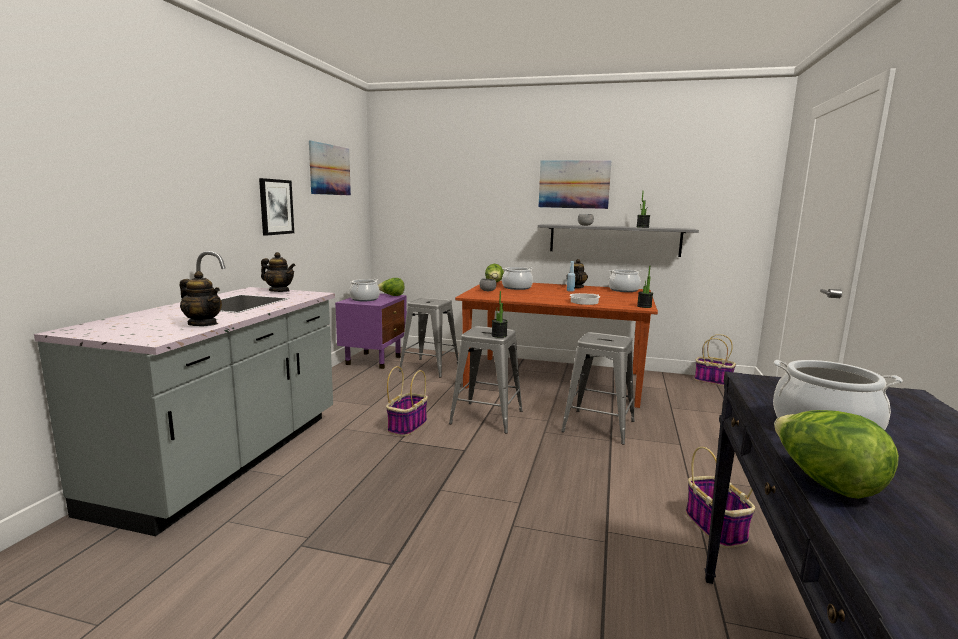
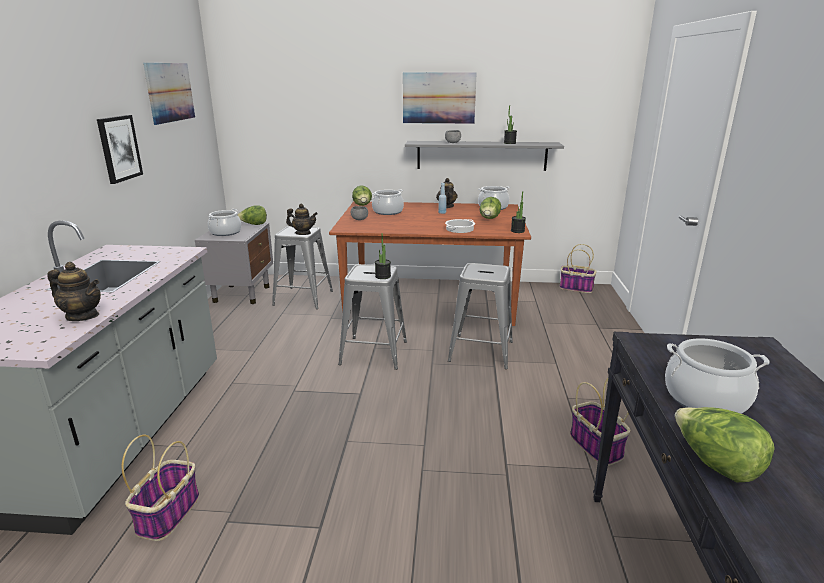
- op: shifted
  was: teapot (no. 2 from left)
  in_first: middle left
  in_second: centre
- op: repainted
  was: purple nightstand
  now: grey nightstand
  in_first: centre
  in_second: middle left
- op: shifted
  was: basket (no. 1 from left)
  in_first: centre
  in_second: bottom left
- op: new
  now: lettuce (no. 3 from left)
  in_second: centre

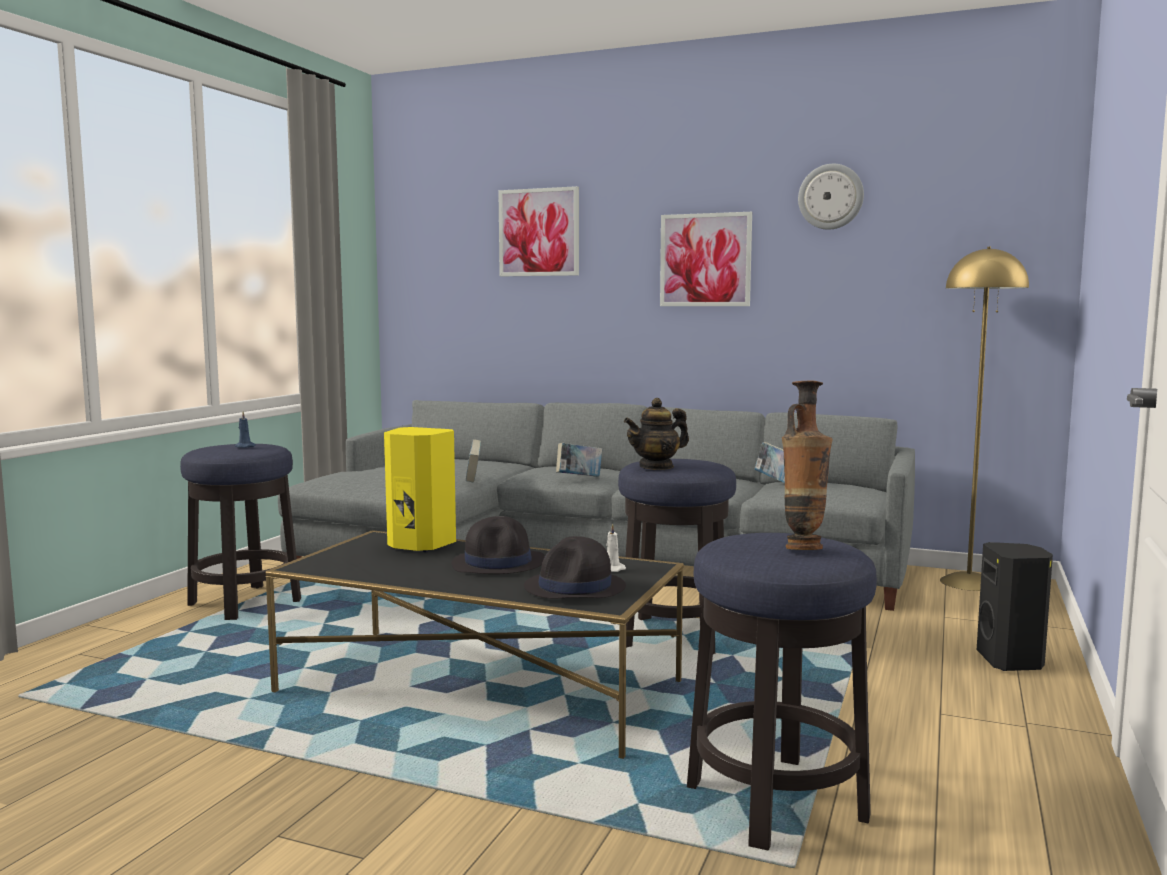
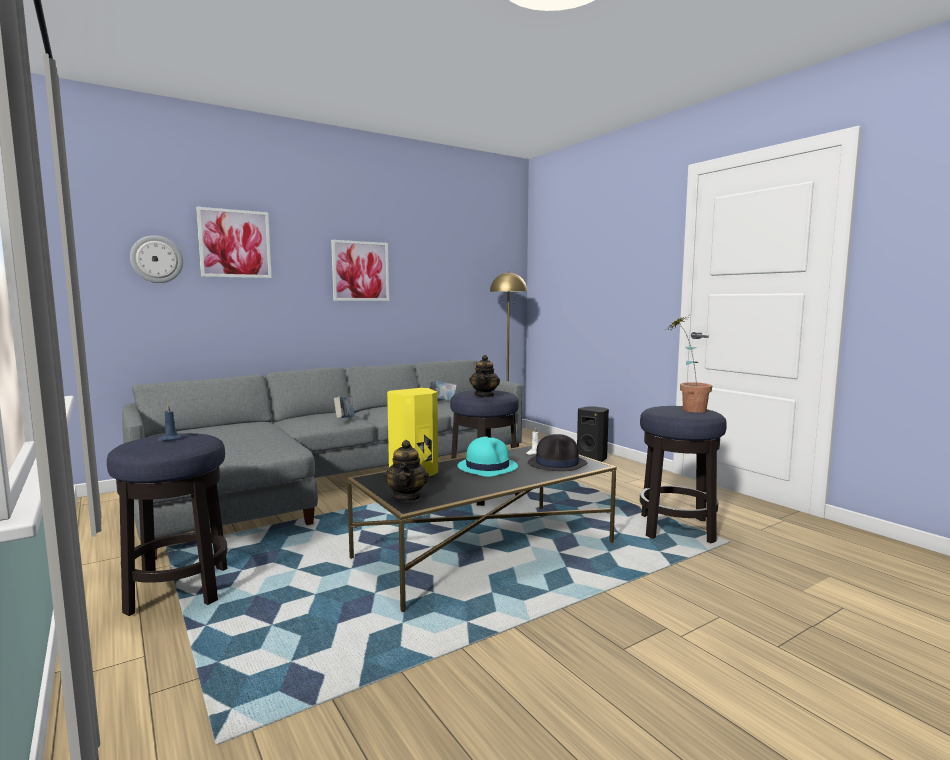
- op: repainted
  was: black hat (no. 1 from left)
  now: turquoise hat
  in_first: centre
  in_second: centre
- op: gone
  was: book (no. 1 from left)
  in_first: centre
- op: swapped
  was: vase
  now: potted plant
  in_first: middle right
  in_second: middle right
- op: shifted
  was: wall clock
  in_first: top right
  in_second: middle left
- op: new
  now: teapot (no. 1 from left)
  in_second: centre

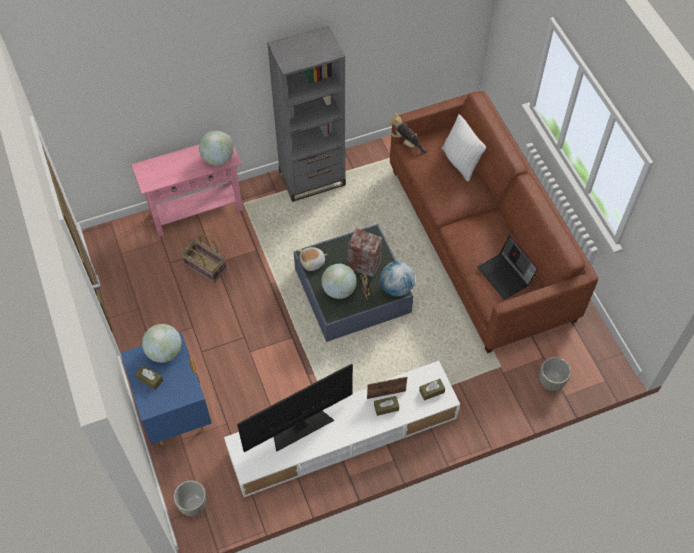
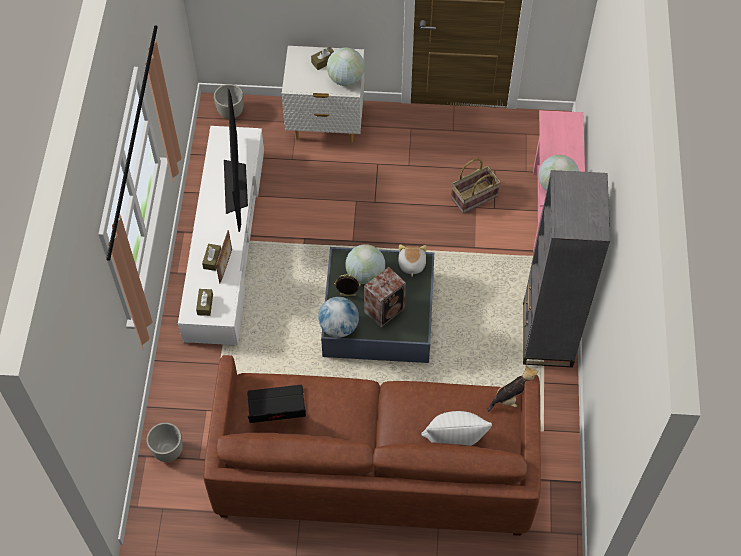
- op: repainted
  was: blue nightstand
  now: white nightstand
  in_first: bottom left
  in_second: top centre

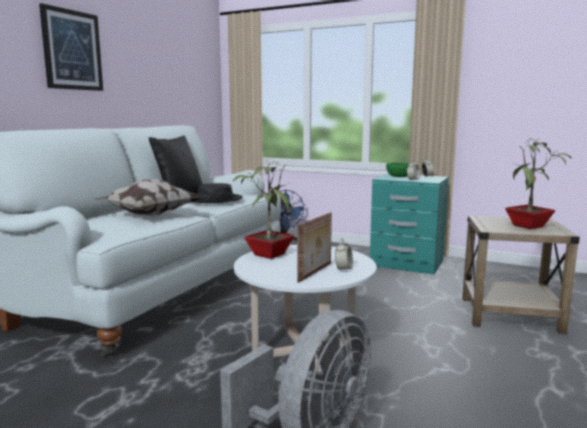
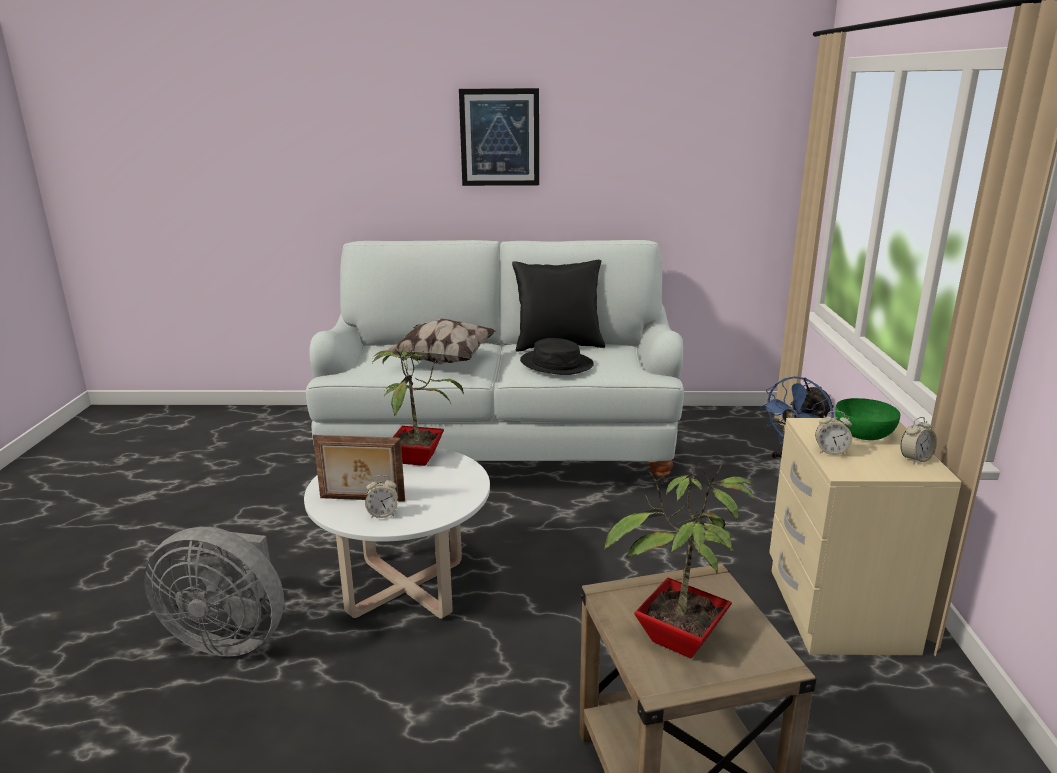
- op: repainted
  was: turquoise nightstand
  now: beige nightstand
  in_first: middle right
  in_second: bottom right

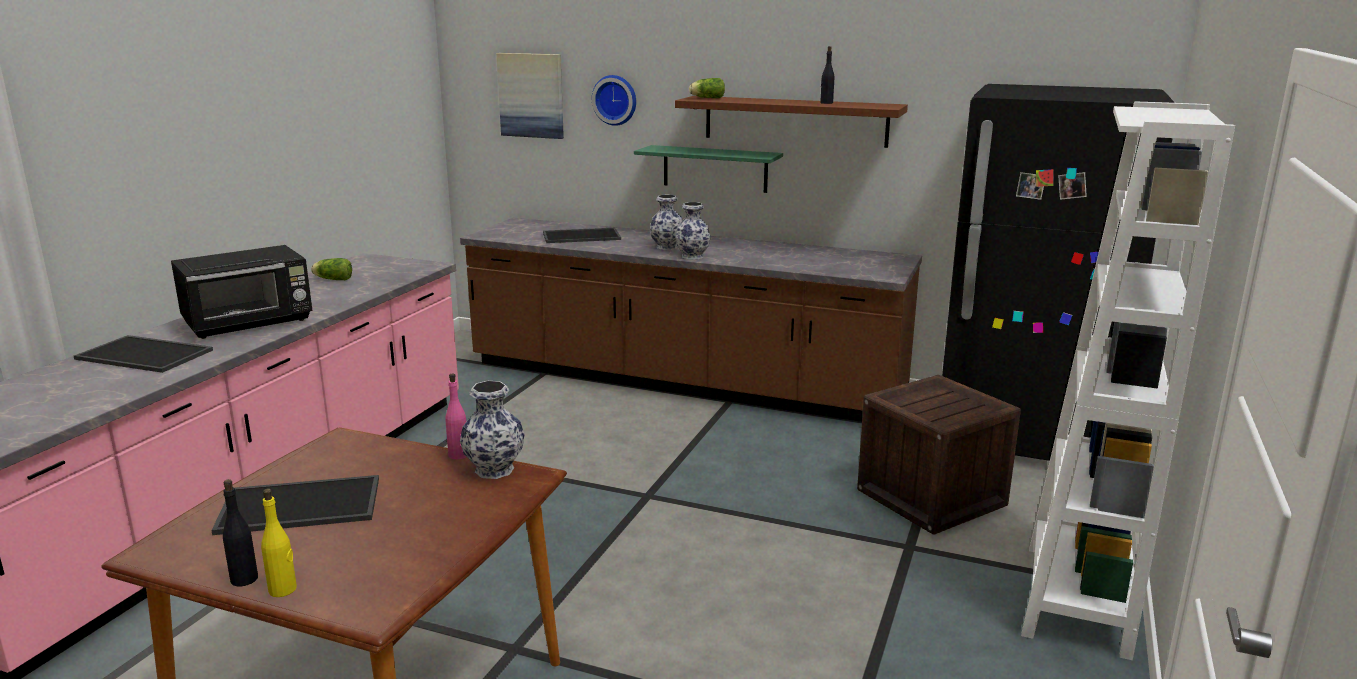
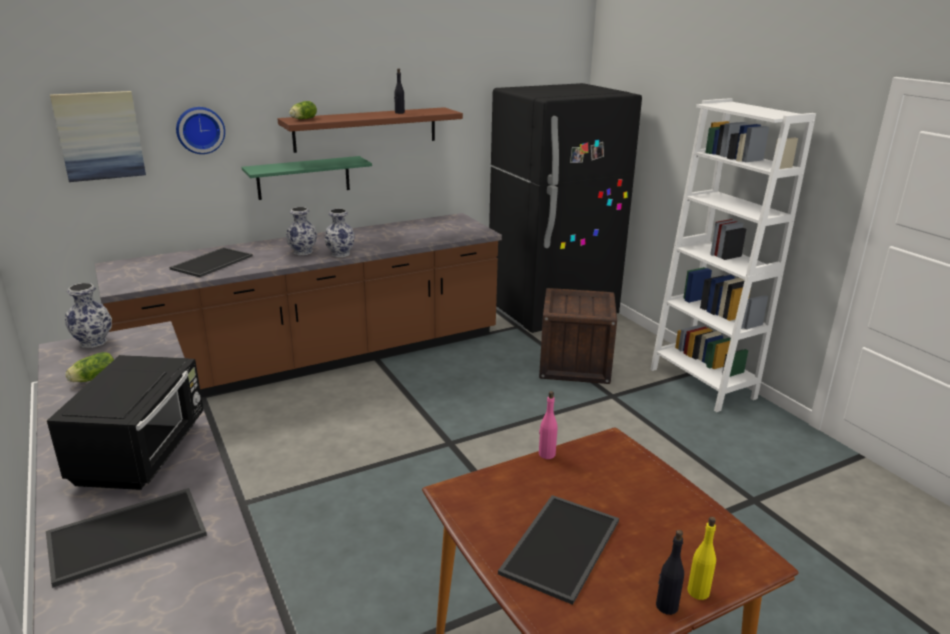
- op: shifted
  was: vase (no. 1 from left)
  in_first: centre
  in_second: middle left

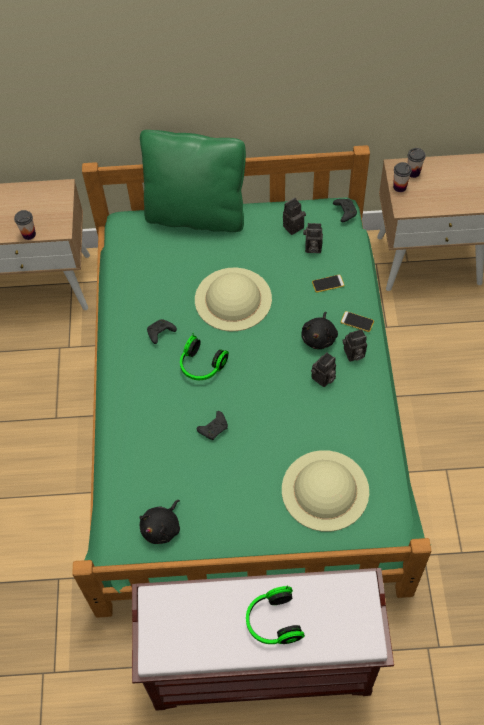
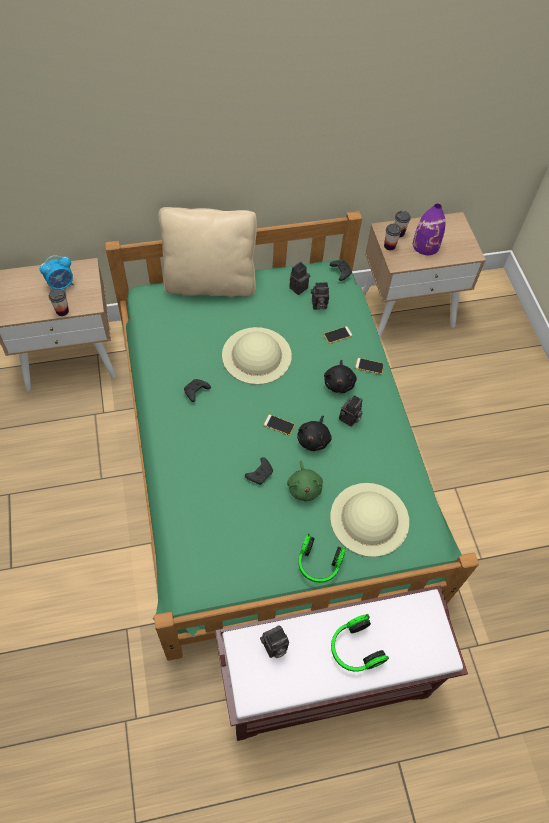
- op: repainted
  was: green pillow
  now: beige pillow
  in_first: top centre
  in_second: top centre
- op: shifted
  was: black plush toy (no. 1 from left)
  in_first: bottom left
  in_second: centre
- op: shifted
  was: headphones (no. 1 from left)
  in_first: centre
  in_second: bottom centre
- op: shifted
  was: photo camera (no. 4 from left in the first image)
  now: photo camera (no. 1 from left)
  in_first: middle right
  in_second: bottom centre
- op: new
  now: alarm clock
  in_second: top left
- op: new
  now: phone (no. 1 from left)
  in_second: centre
- op: new
  now: green plush toy
  in_second: centre
- op: new
  now: purple vase
  in_second: top right

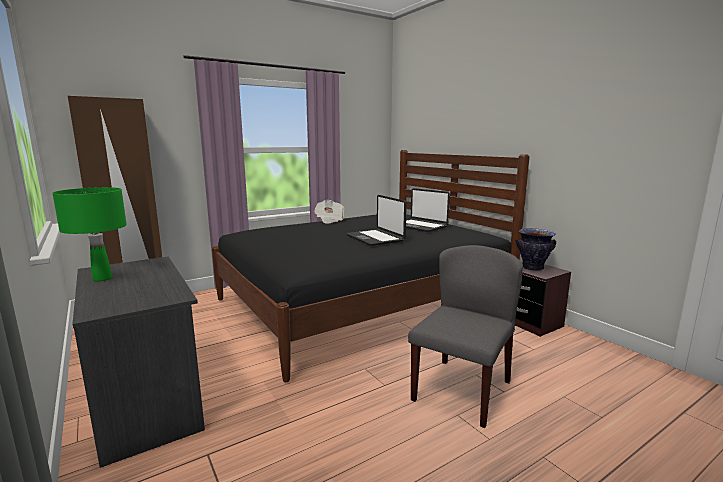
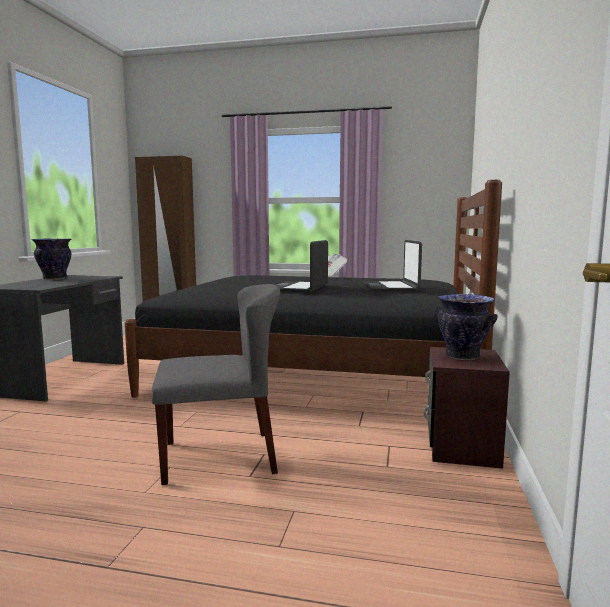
- op: swapped
  was: green table lamp
  now: vase (no. 1 from left)
  in_first: middle left
  in_second: middle left

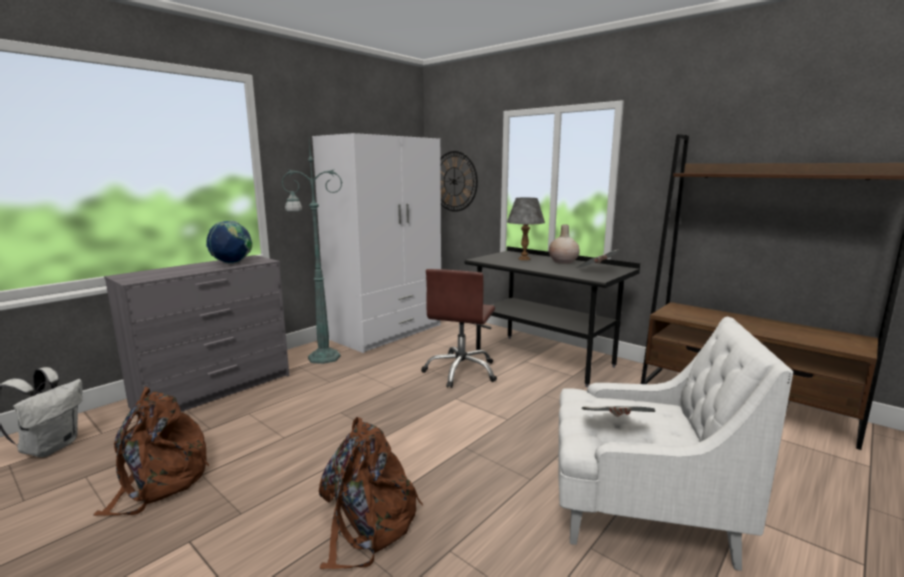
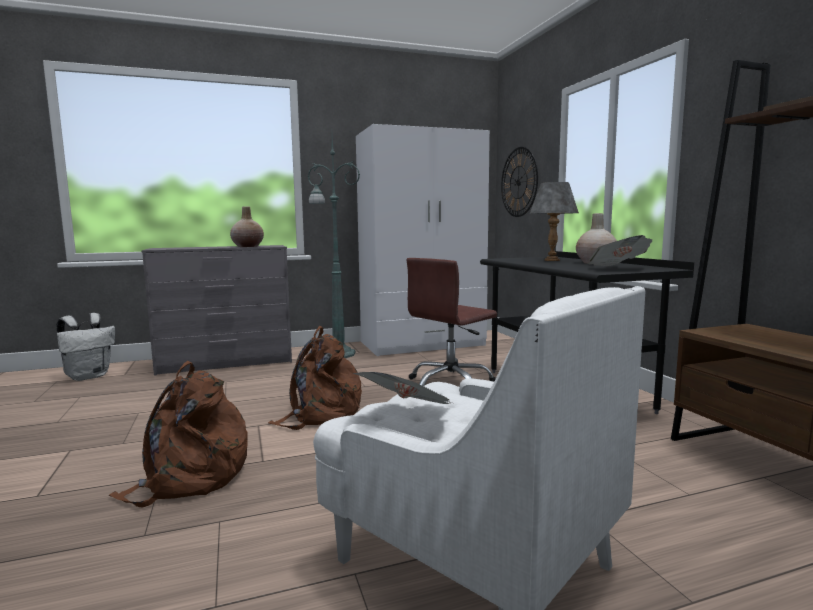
- op: shifted
  was: brown backpack (no. 1 from left in the first image)
  now: brown backpack (no. 2 from left)
  in_first: bottom left
  in_second: centre
- op: swapped
  was: globe
  now: beige vase (no. 1 from left)
  in_first: middle left
  in_second: middle left

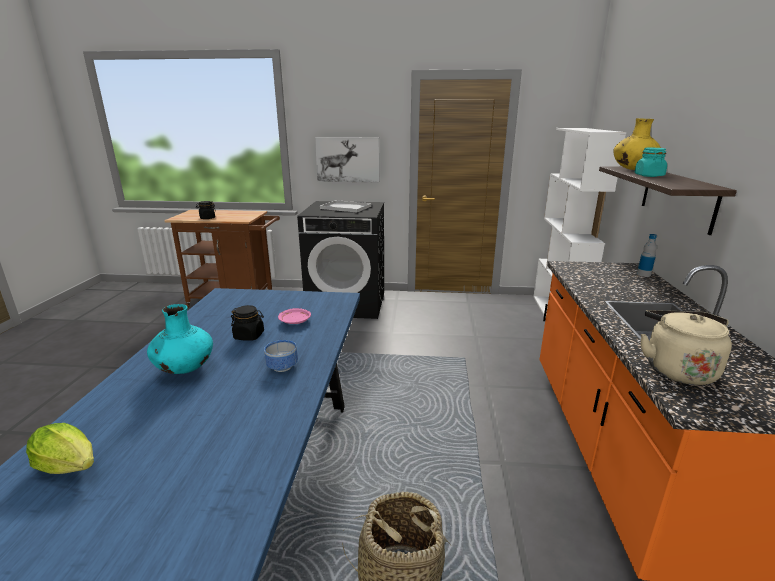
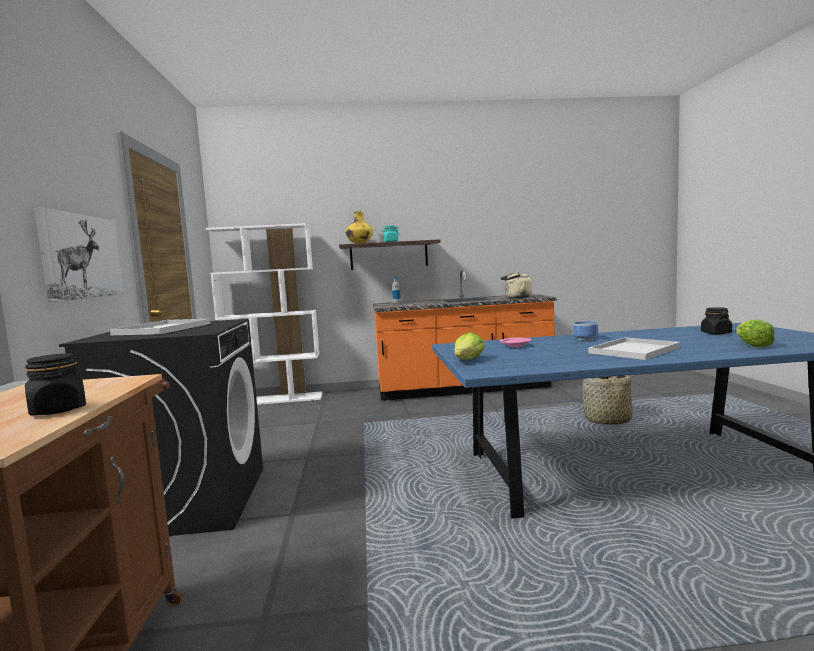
- op: swapped
  was: turquoise vase
  now: white tray (no. 2 from left)
  in_first: middle left
  in_second: middle right
- op: shifted
  was: black jar (no. 2 from left)
  in_first: middle left
  in_second: middle right
- op: new
  now: lettuce (no. 1 from left)
  in_second: centre

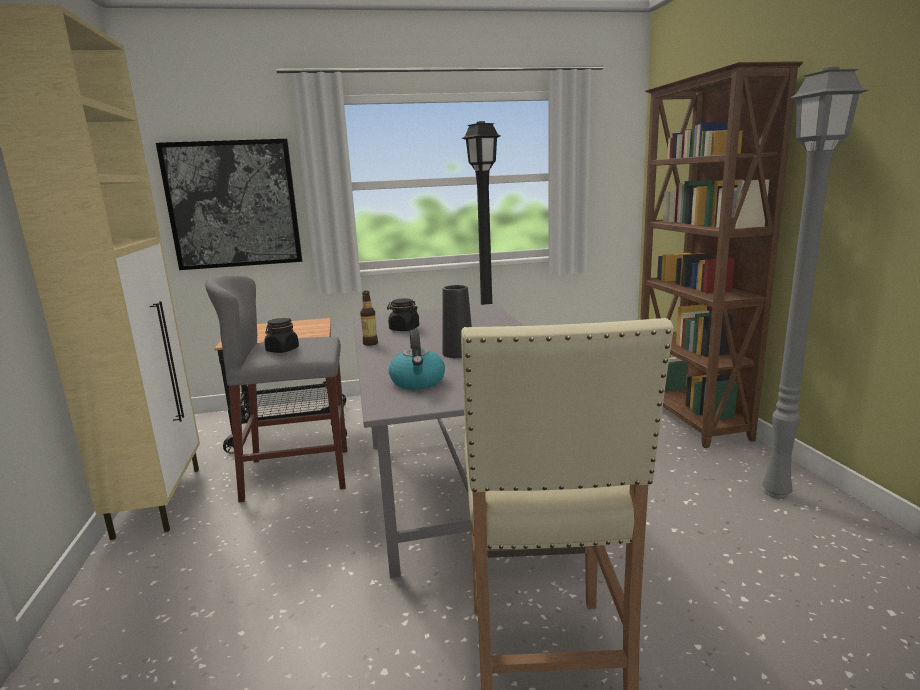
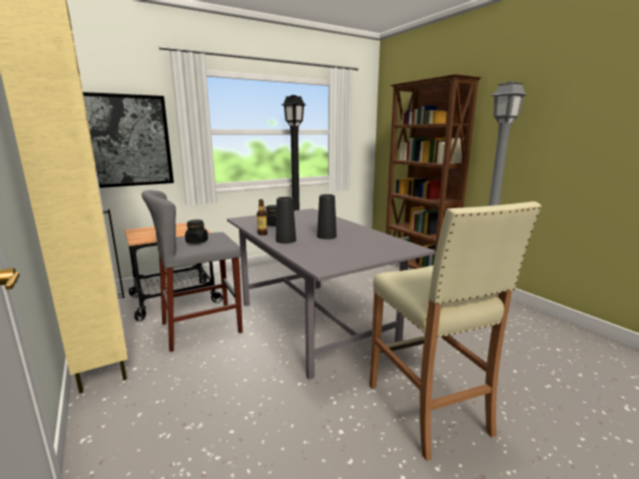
- op: gone
  was: kettle
  in_first: centre
- op: new
  now: black vase (no. 1 from left)
  in_second: centre

